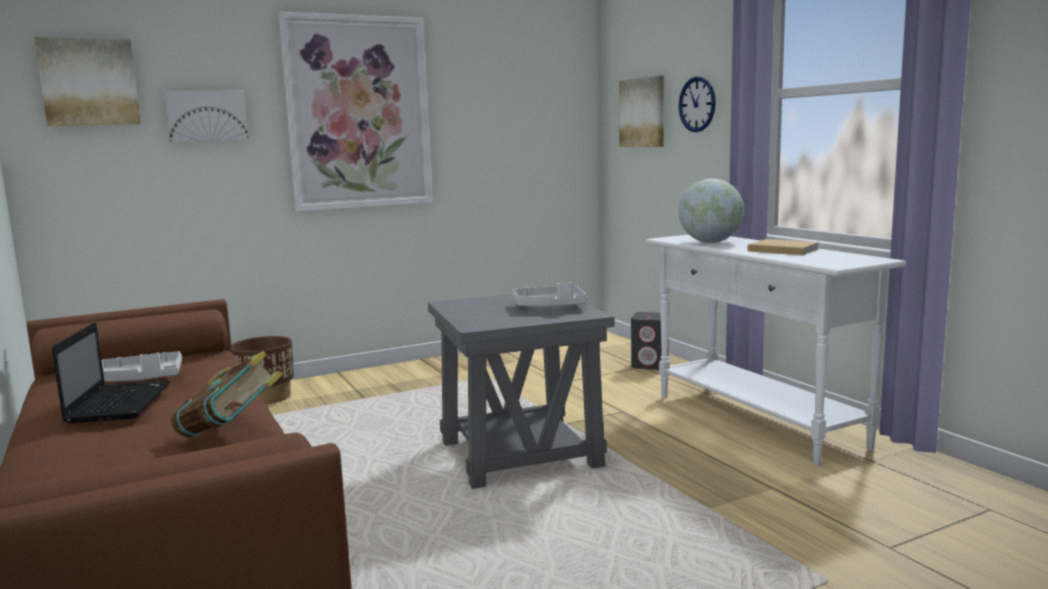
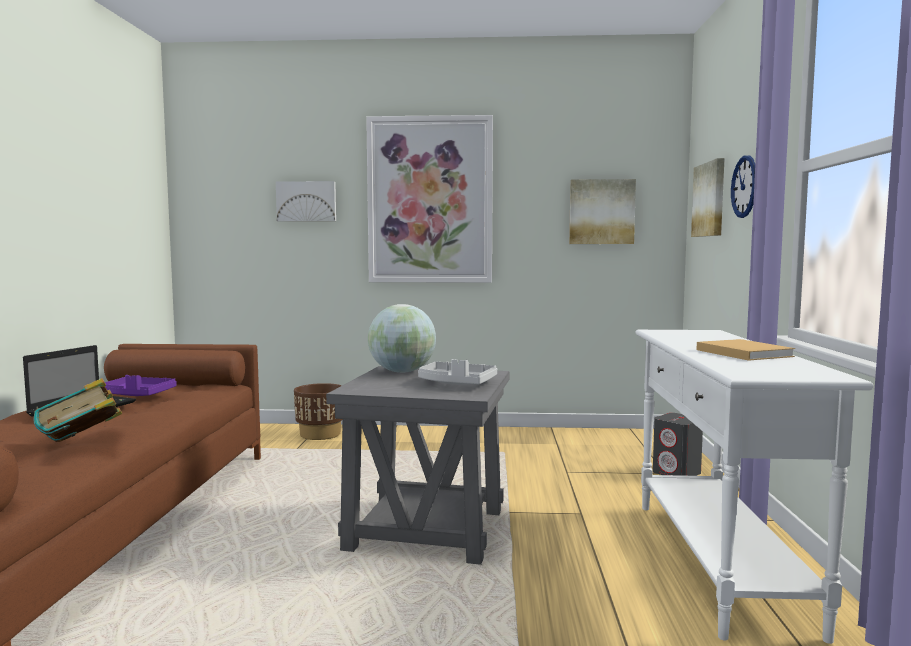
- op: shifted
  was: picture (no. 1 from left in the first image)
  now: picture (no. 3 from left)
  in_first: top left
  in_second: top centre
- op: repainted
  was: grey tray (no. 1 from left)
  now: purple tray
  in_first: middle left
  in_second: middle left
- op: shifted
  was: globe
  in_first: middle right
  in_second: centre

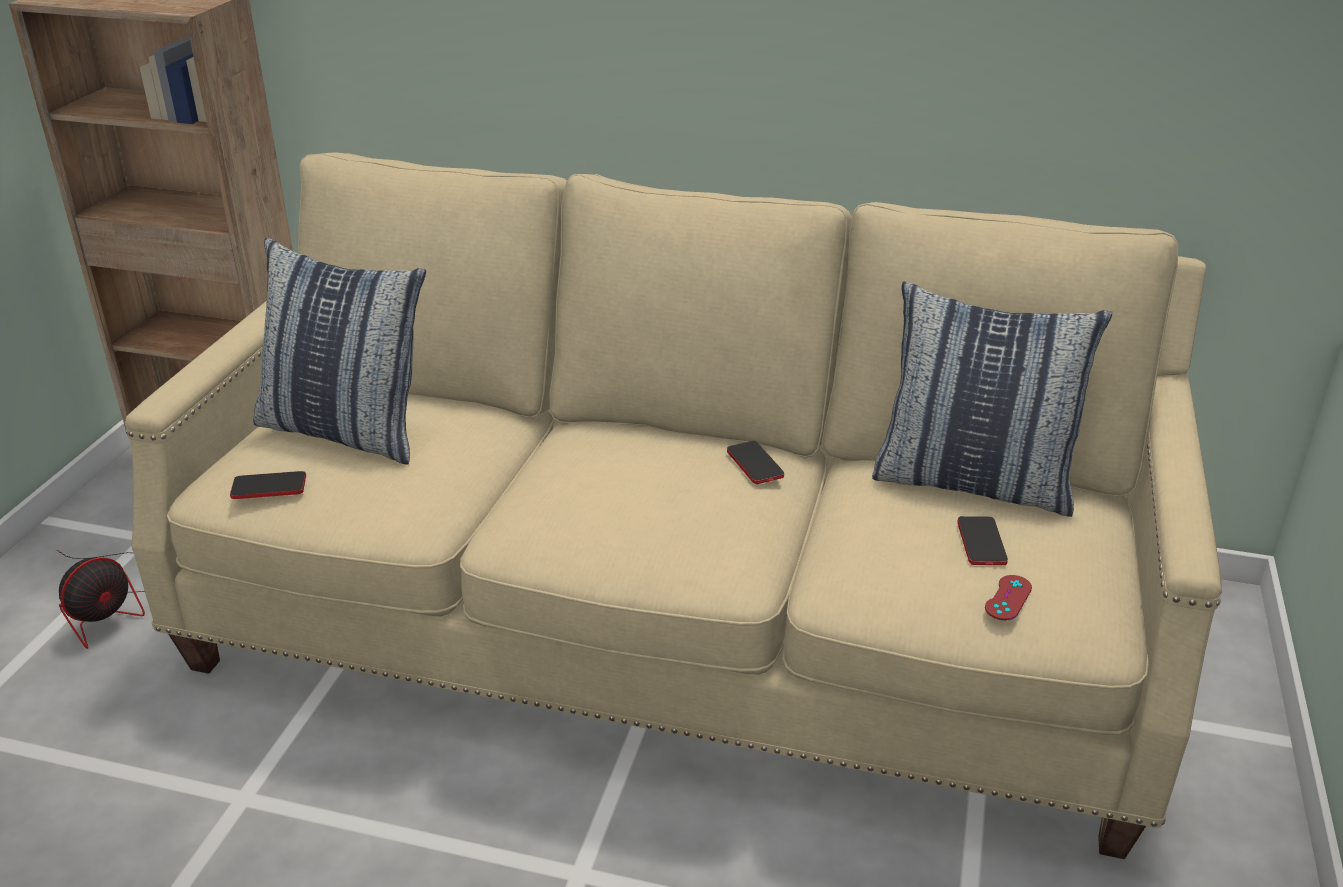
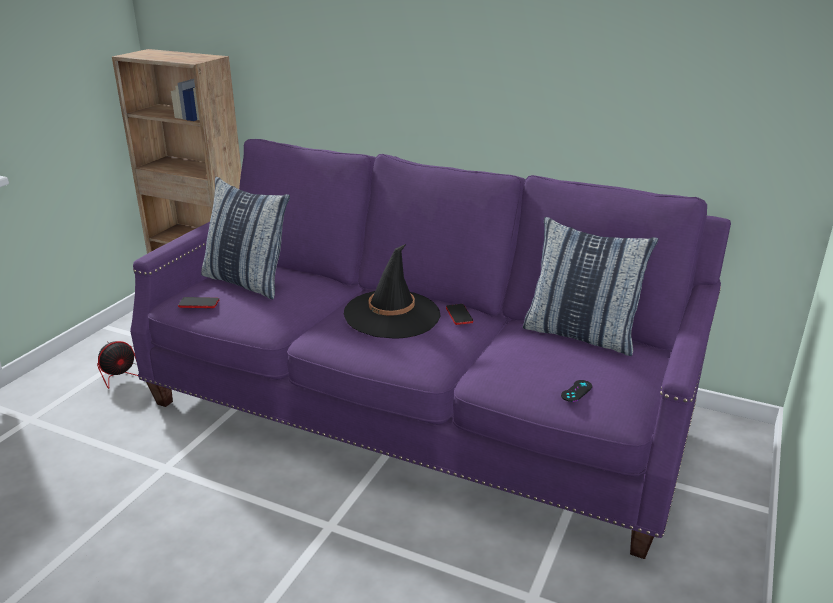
- op: repainted
  was: beige sofa
  now: purple sofa
  in_first: centre
  in_second: centre
- op: gone
  was: phone (no. 3 from left)
  in_first: middle right
- op: repainted
  was: red game controller
  now: black game controller
  in_first: bottom right
  in_second: middle right
- op: new
  now: black hat
  in_second: centre

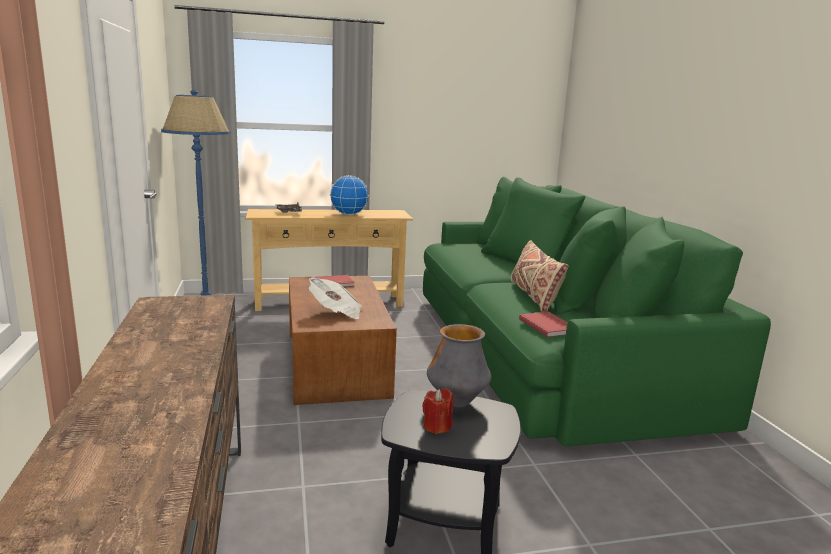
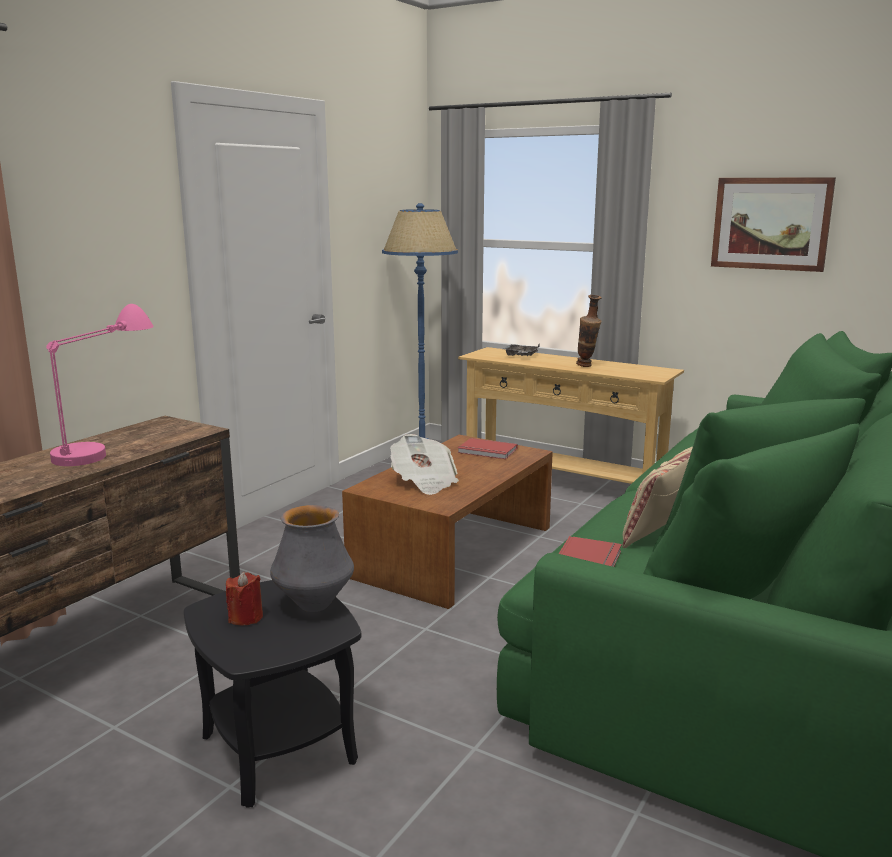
- op: swapped
  was: globe
  now: vase (no. 2 from left)
  in_first: centre
  in_second: centre
- op: new
  now: pink table lamp
  in_second: middle left
- op: new
  now: picture
  in_second: top right

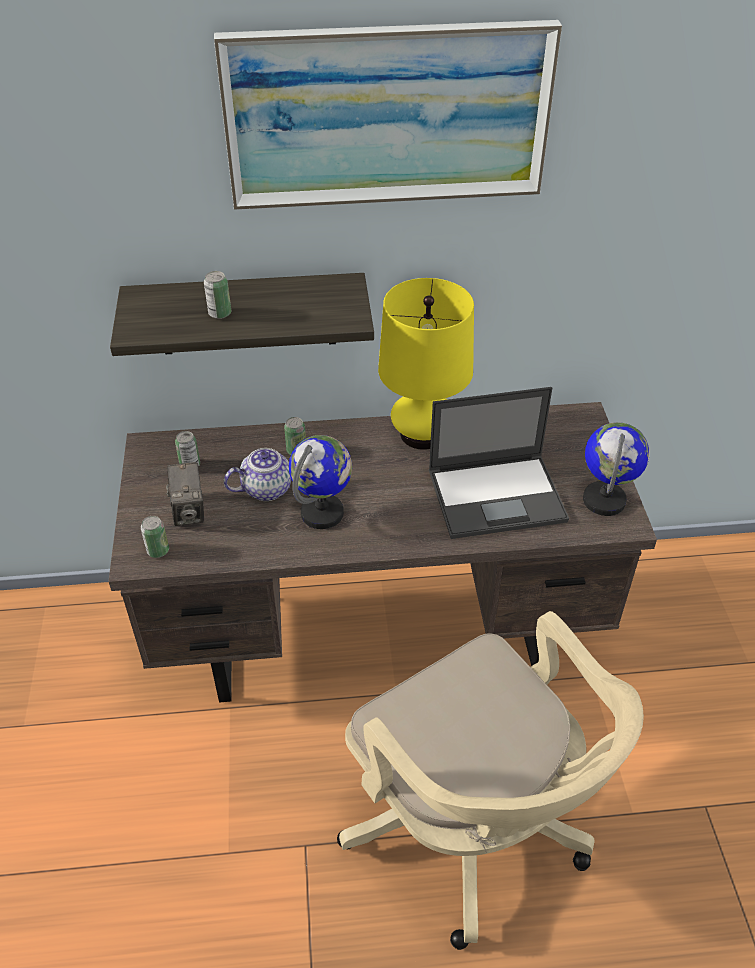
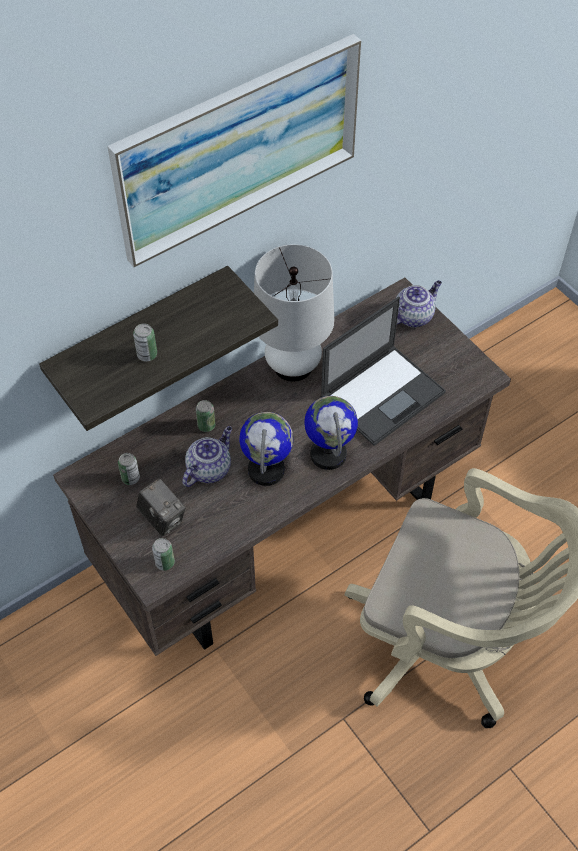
- op: repainted
  was: yellow table lamp
  now: white table lamp
  in_first: centre
  in_second: centre
- op: shifted
  was: globe (no. 2 from left)
  in_first: middle right
  in_second: centre
- op: new
  now: teapot (no. 2 from left)
  in_second: middle right

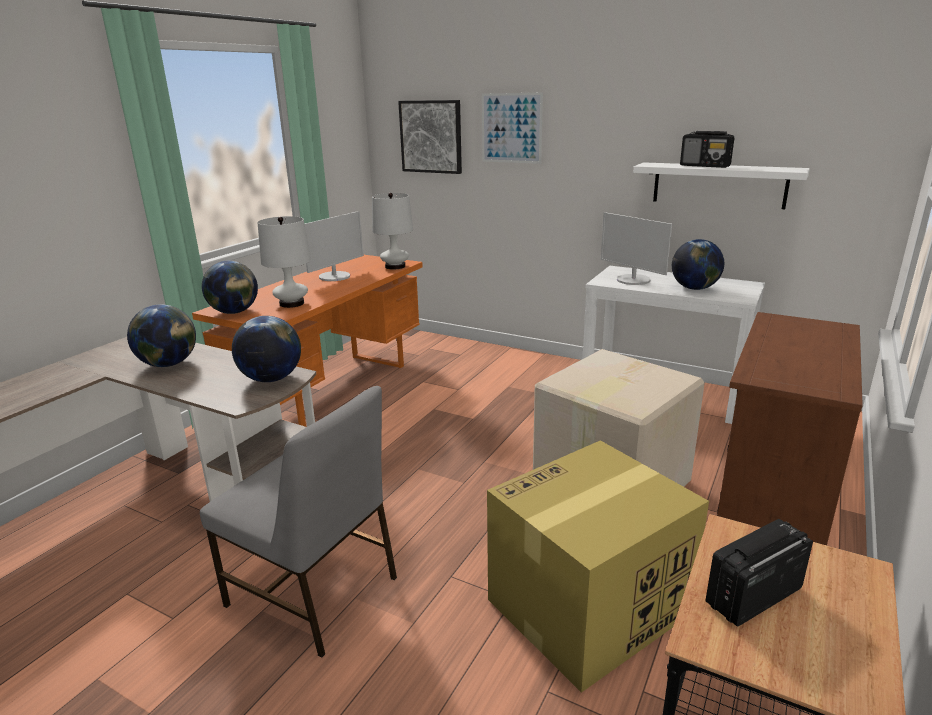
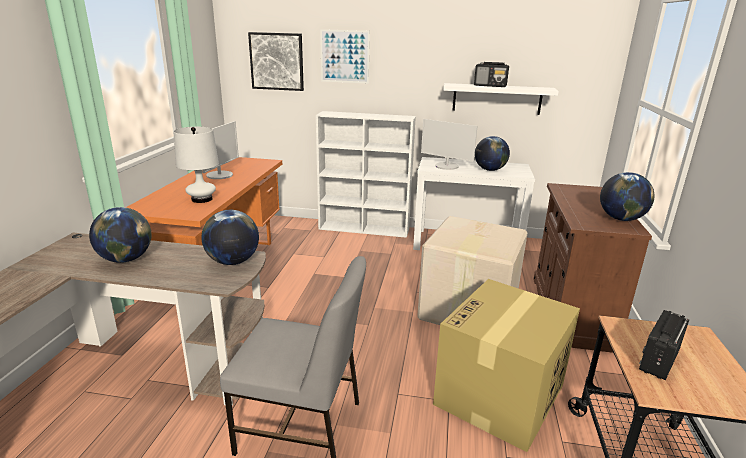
- op: shifted
  was: globe (no. 2 from left in the first image)
  now: globe (no. 4 from left)
  in_first: middle left
  in_second: middle right
- op: gone
  was: white table lamp (no. 2 from left)
  in_first: top centre
- op: new
  now: white bookcase
  in_second: centre

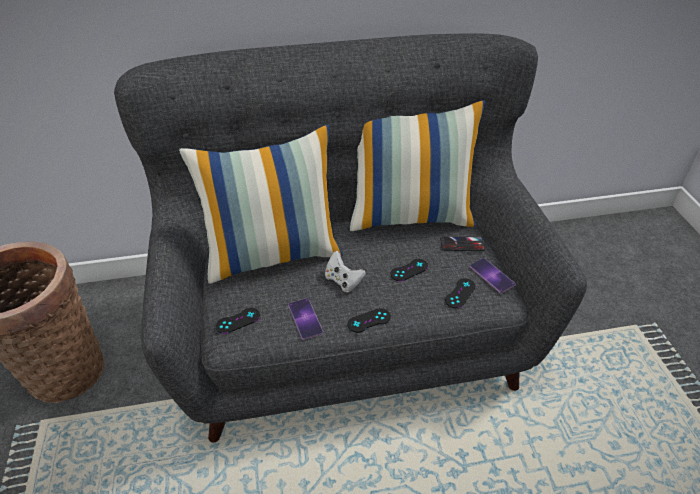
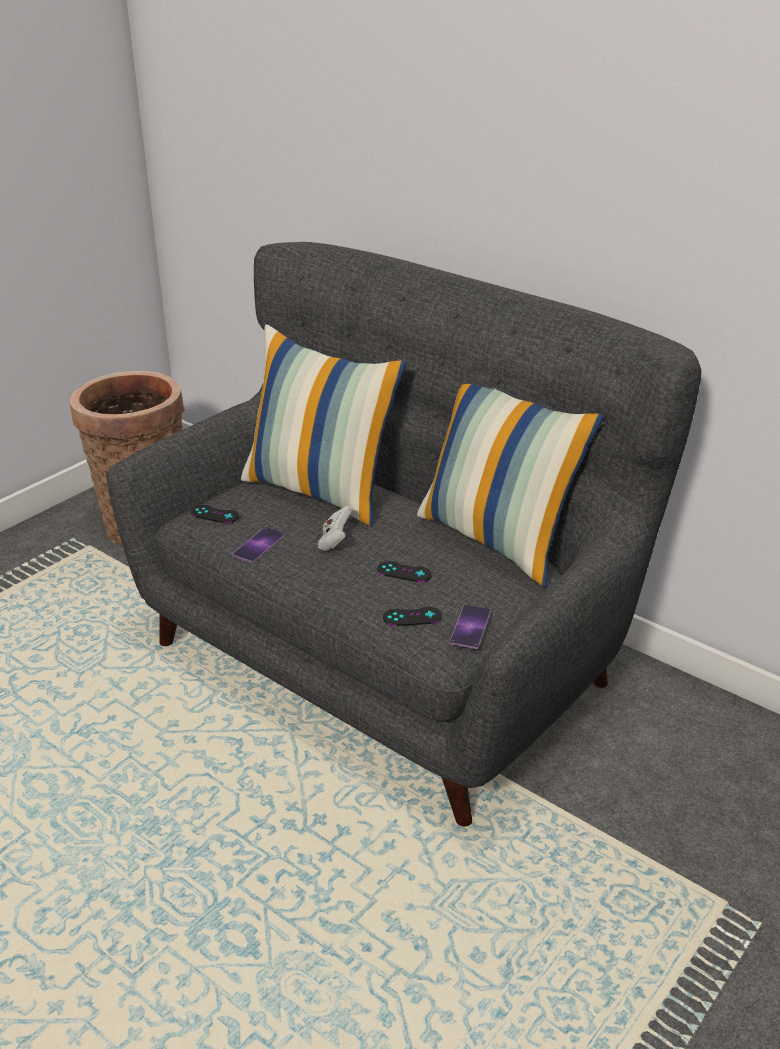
- op: gone
  was: black game controller (no. 2 from left)
  in_first: centre
- op: gone
  was: phone (no. 2 from left)
  in_first: centre

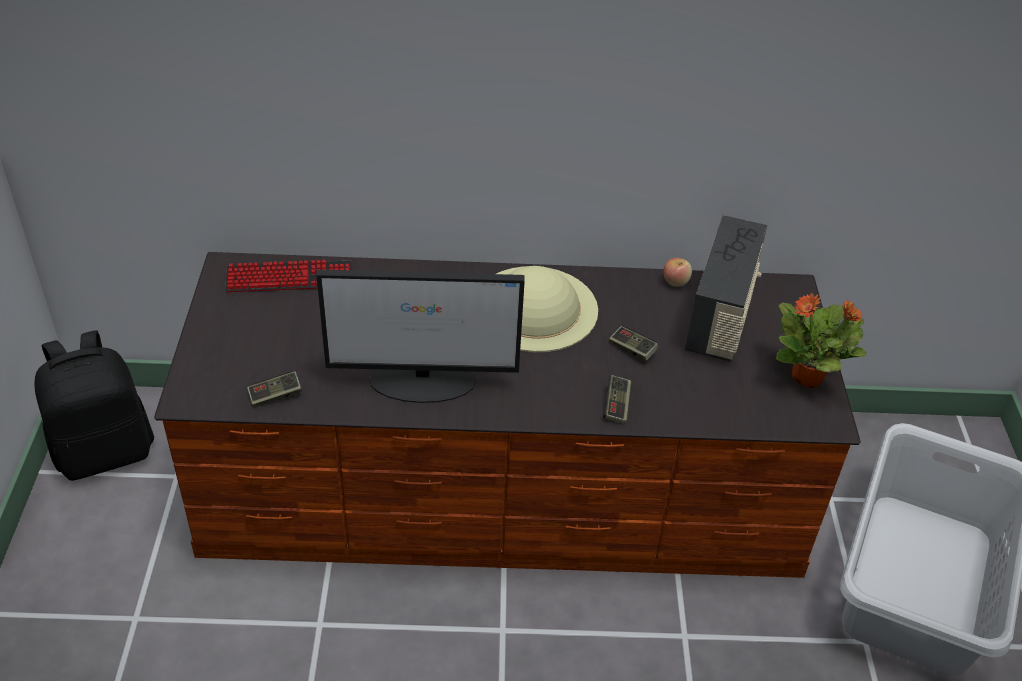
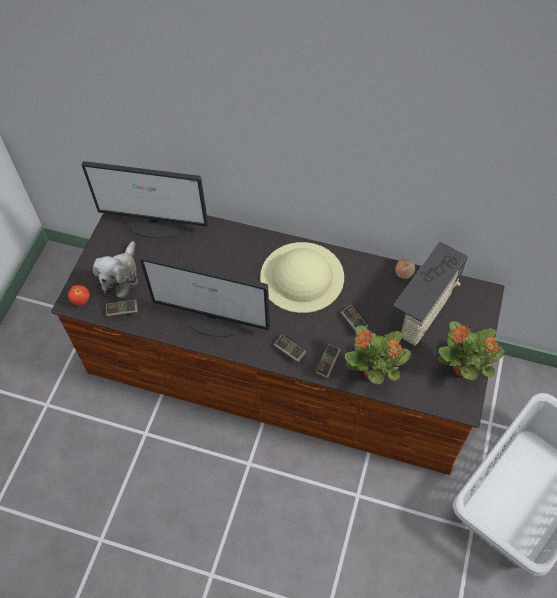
- op: gone
  was: black backpack
  in_first: middle left
- op: swapped
  was: keyboard
  now: monitor (no. 1 from left)
  in_first: middle left
  in_second: middle left
- op: new
  now: apple (no. 1 from left)
  in_second: middle left
- op: new
  now: plush toy
  in_second: middle left
- op: new
  now: game controller (no. 2 from left)
  in_second: centre
- op: new
  now: potted plant (no. 1 from left)
  in_second: middle right

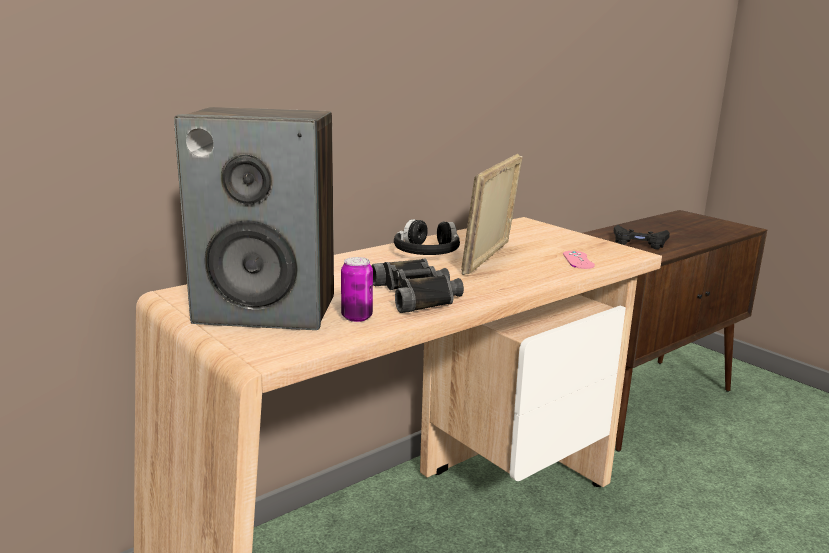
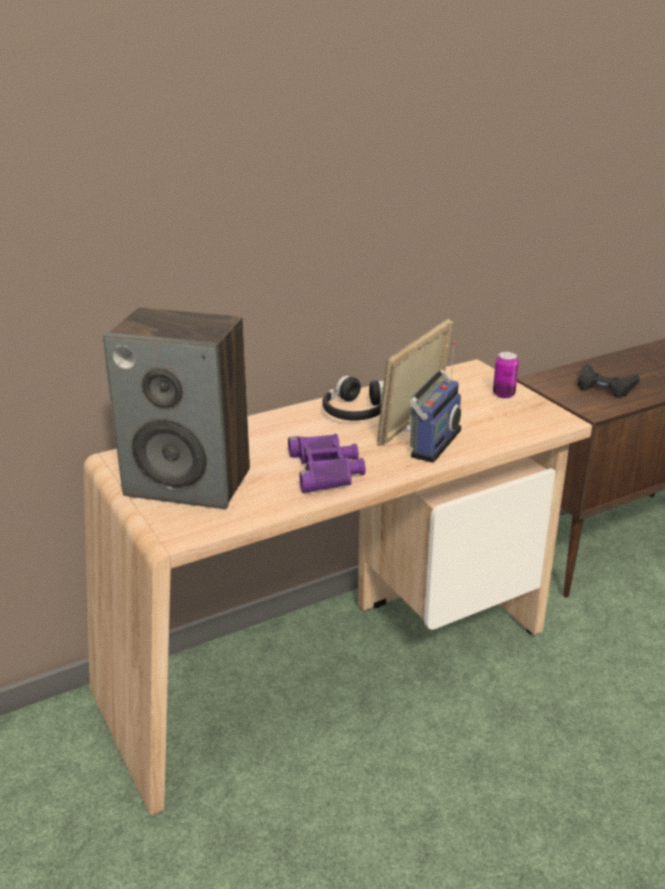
- op: shifted
  was: can
  in_first: centre
  in_second: middle right
- op: repainted
  was: black binoculars
  now: purple binoculars
  in_first: centre
  in_second: centre
- op: gone
  was: pink game controller
  in_first: middle right
- op: new
  now: radio
  in_second: centre

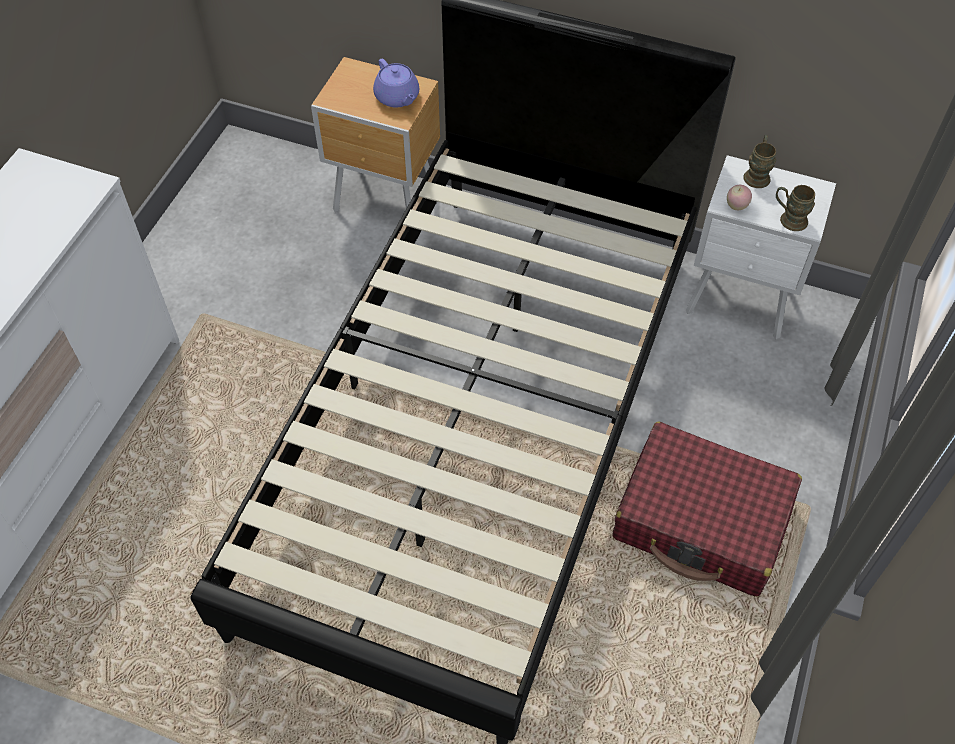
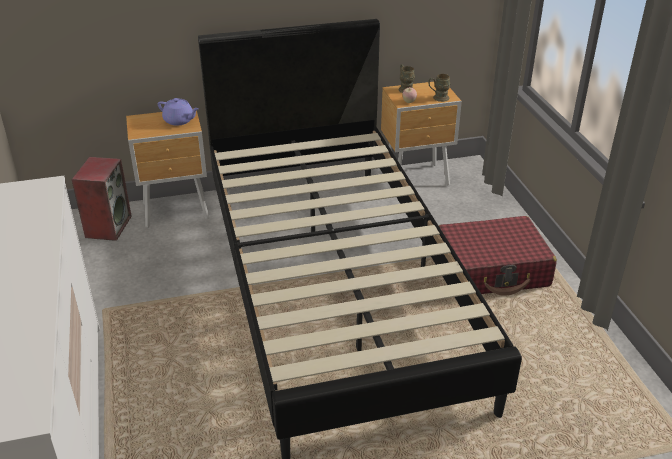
- op: repainted
  was: white nightstand
  now: brown nightstand (no. 2 from left)
  in_first: top right
  in_second: top centre
- op: new
  now: speaker
  in_second: middle left

